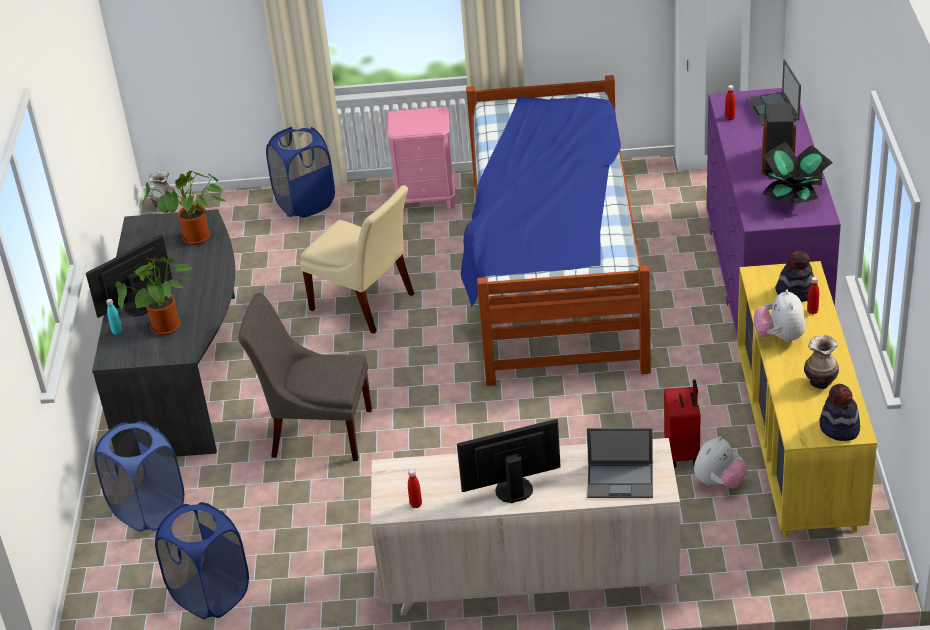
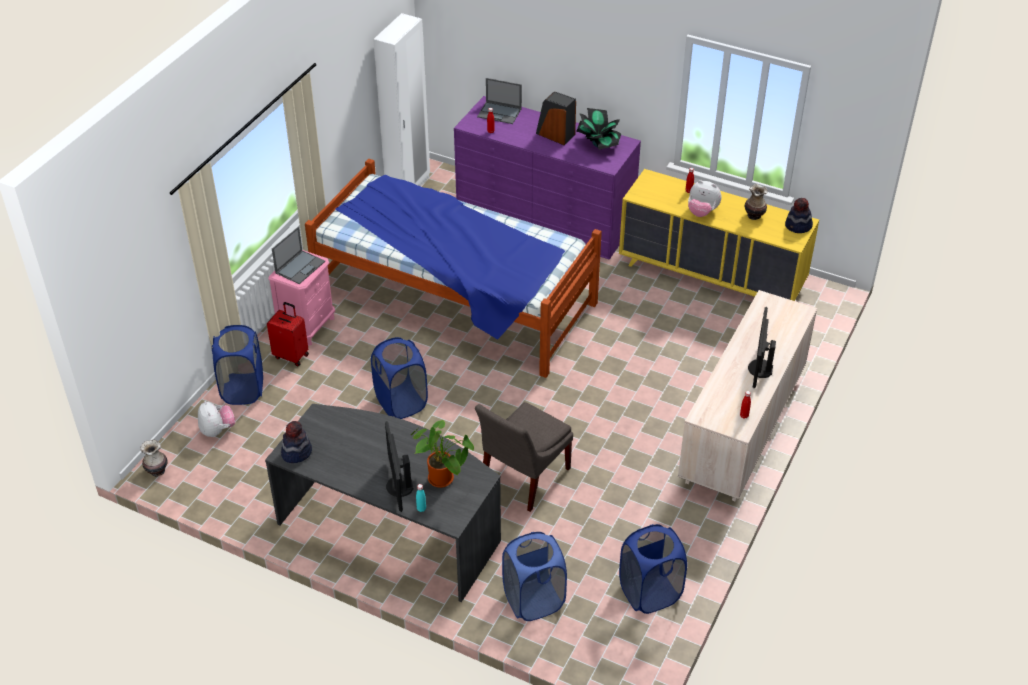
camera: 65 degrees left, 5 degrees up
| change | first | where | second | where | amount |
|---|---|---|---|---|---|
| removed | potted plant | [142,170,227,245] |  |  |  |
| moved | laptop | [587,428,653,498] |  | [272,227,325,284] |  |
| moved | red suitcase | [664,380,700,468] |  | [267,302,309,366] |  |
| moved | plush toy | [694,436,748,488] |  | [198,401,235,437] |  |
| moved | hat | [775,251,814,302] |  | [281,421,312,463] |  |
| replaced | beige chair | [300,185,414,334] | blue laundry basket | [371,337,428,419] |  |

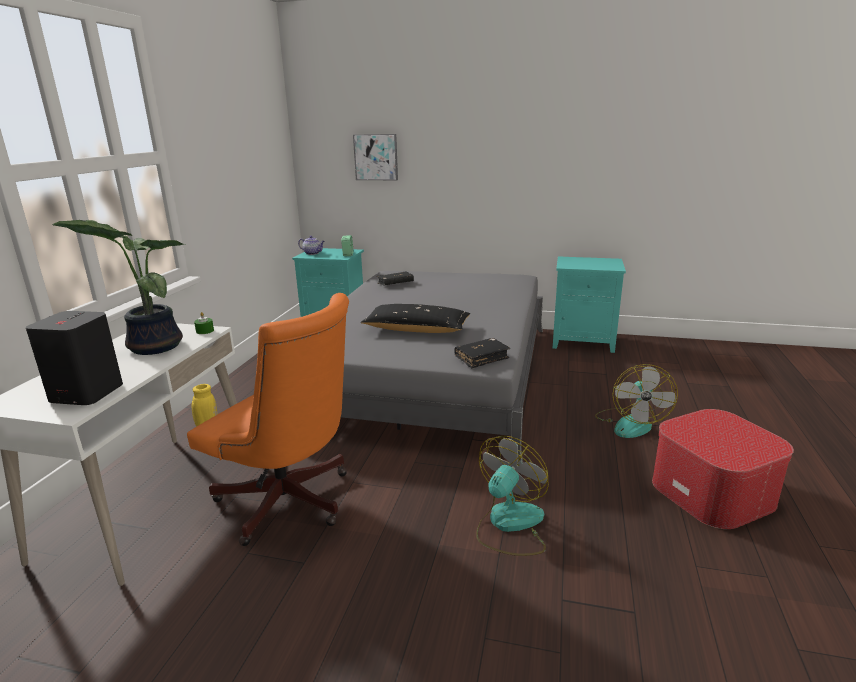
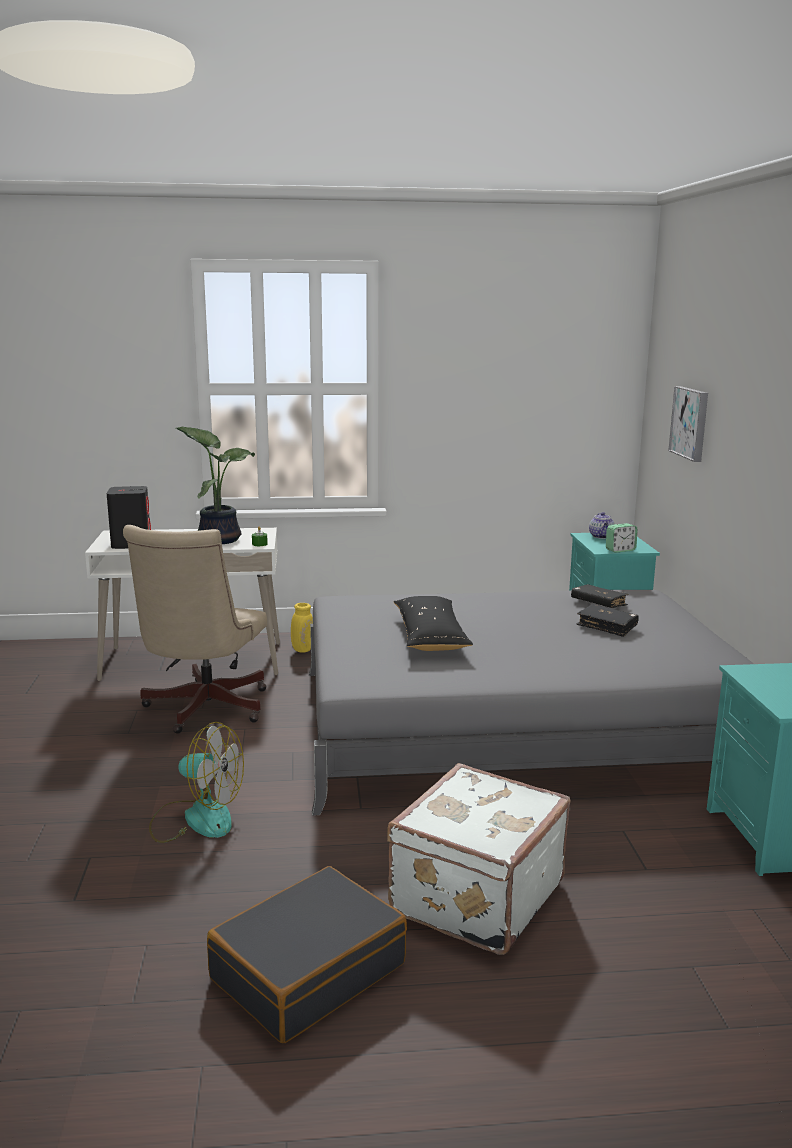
camera: 70 degrees right, 5 degrees down
| change | first | where | second | where | amount |
|---|---|---|---|---|---|
| moved | black book | [454,338,510,368] |  | [577,604,639,637] |  |
| replaced | fan | [595,364,678,438] | white suitcase | [387,763,571,955] |  |
| replaced | ottoman | [652,409,794,529] | black suitcase | [207,866,407,1043] |  |
| recoloured | orange office chair | [187,293,349,546] | beige office chair | [123,525,267,734] |  |

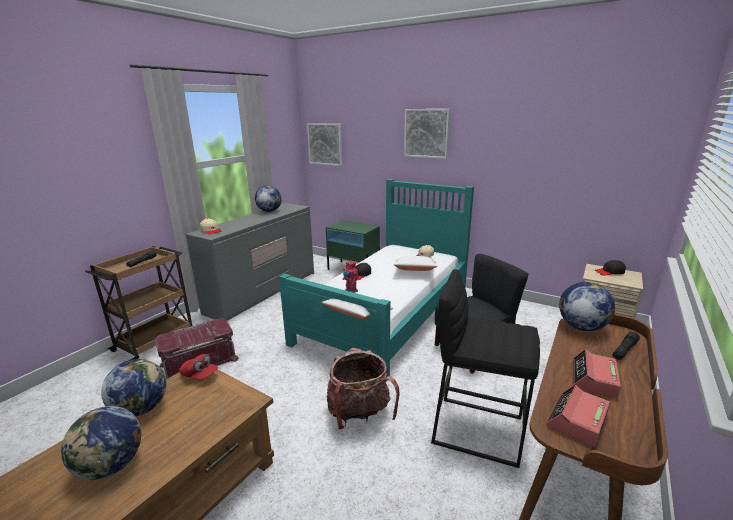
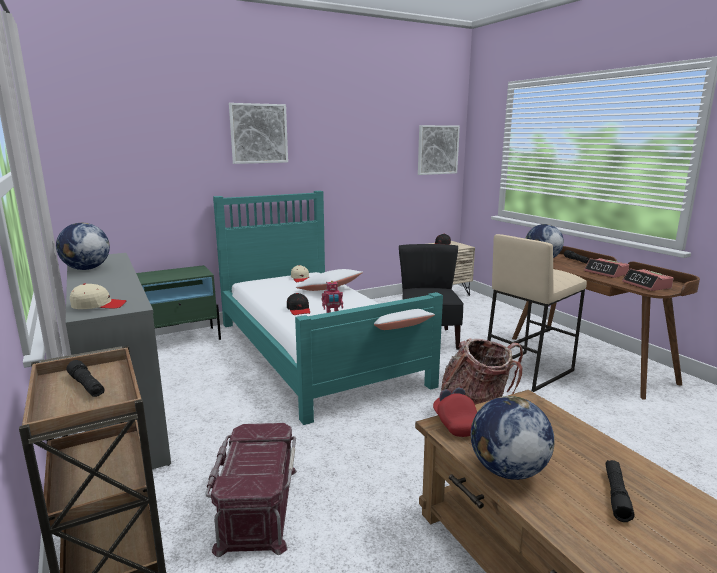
camera: 60 degrees left, 5 degrees down
| change | first | where | second | where | amount |
|---|---|---|---|---|---|
| moved | picture | [307,123,342,166] |  | [418,125,460,175] |  |
| replaced | globe | [61,406,141,480] | black flashlight | [606,460,635,522] |  |
| recoloured | black stool | [431,269,540,468] | beige stool | [487,234,587,392] |  |
| turned | red cap | [179,354,218,380] |  | [433,388,477,437] | 75 degrees counterclockwise |

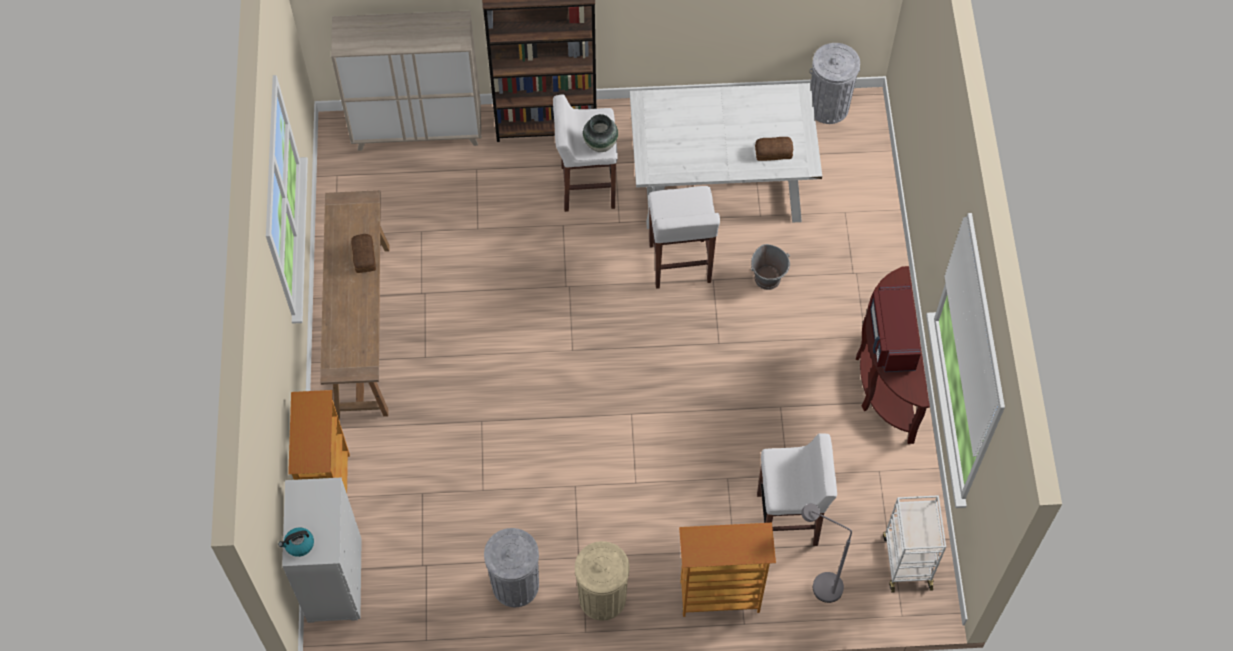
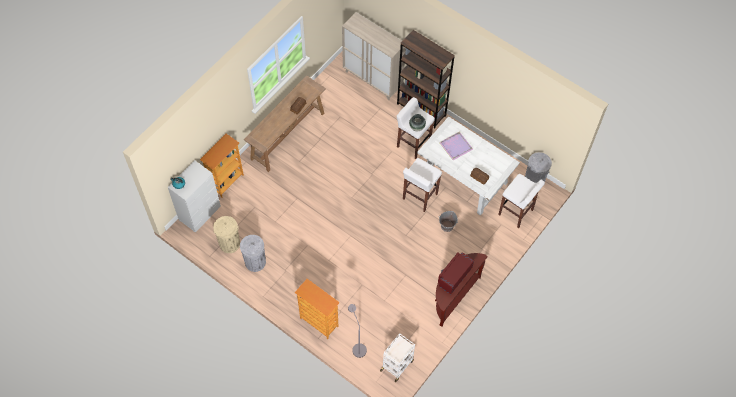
camera: 40 degrees right, 0 degrees up
| change | first | where | second | where | amount |
|---|---|---|---|---|---|
| added |  |  | purple tray | [439,132,473,160] |  |
| moved | beige trash can | [575,541,629,621] |  | [213,216,240,253] |  |
| moved | white stool | [757,433,837,546] |  | [498,174,545,228] |  |

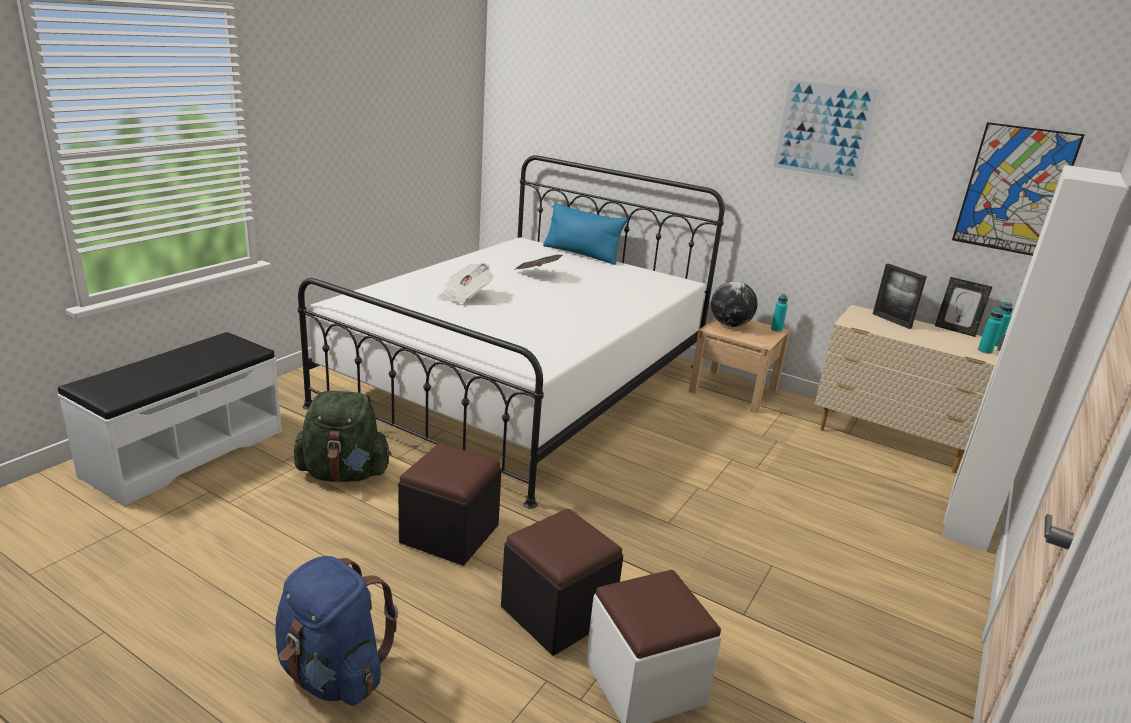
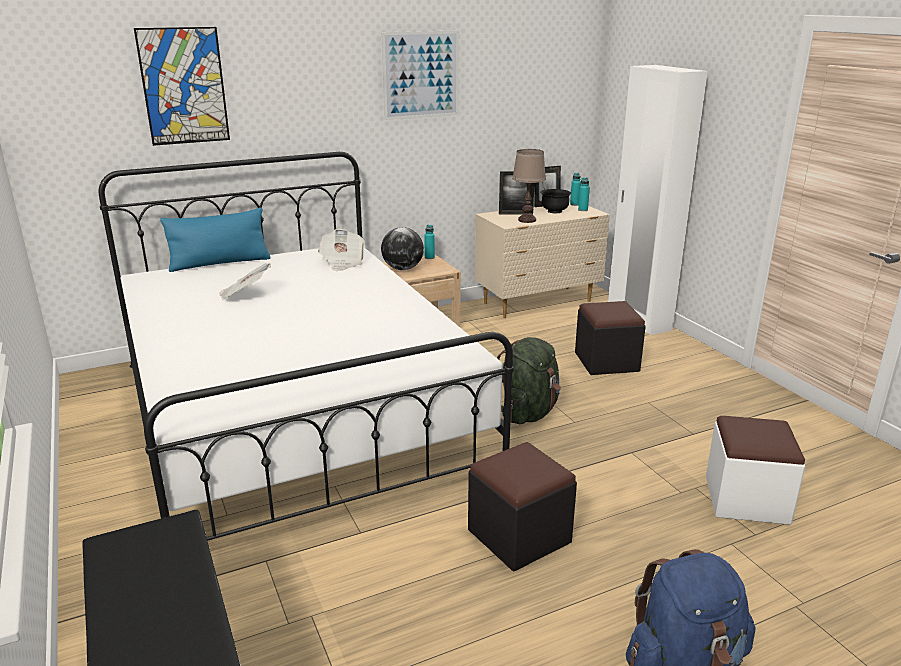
camera: 55 degrees left, 0 degrees up
| change | first | where | second | where | amount |
|---|---|---|---|---|---|
| added |  |  | brown table lamp | [512,149,546,223] |  |
| added |  |  | black bowl | [540,189,571,213] |  |
| moved | green backpack | [294,391,391,483] |  | [497,337,561,424] |  |
| moved | newspaper | [438,263,493,303] |  | [318,229,365,271] |  |
| moved | black ottoman | [501,509,623,656] |  | [575,301,646,375] |  |
| moved | picture | [952,122,1085,256] |  | [134,27,230,146] |  |

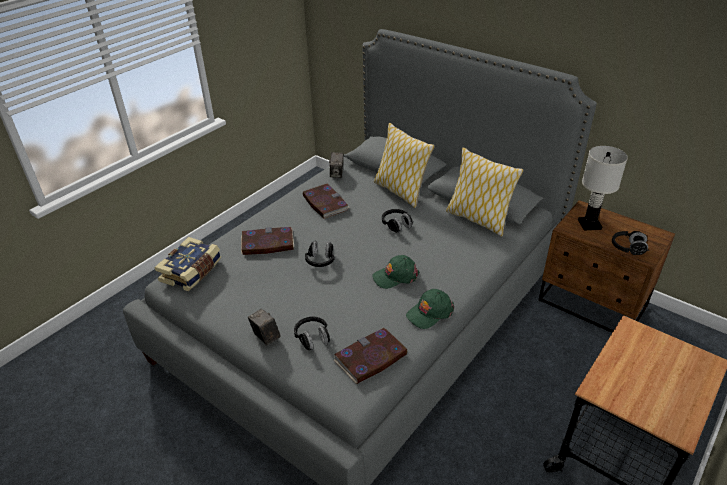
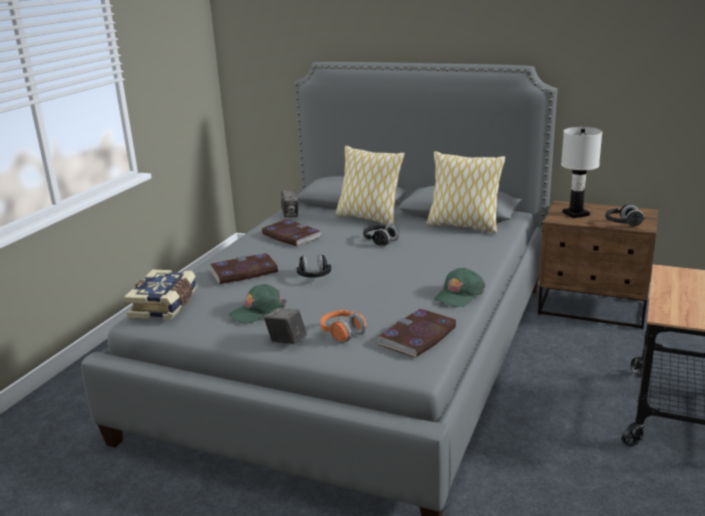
camera: 15 degrees left, 15 degrees down
| change | first | where | second | where | amount |
|---|---|---|---|---|---|
| moved | green cap | [372,255,419,289] |  | [229,284,287,324] |  |
| recoloured | black headphones | [294,317,330,351] | orange headphones | [320,310,367,341] |  |

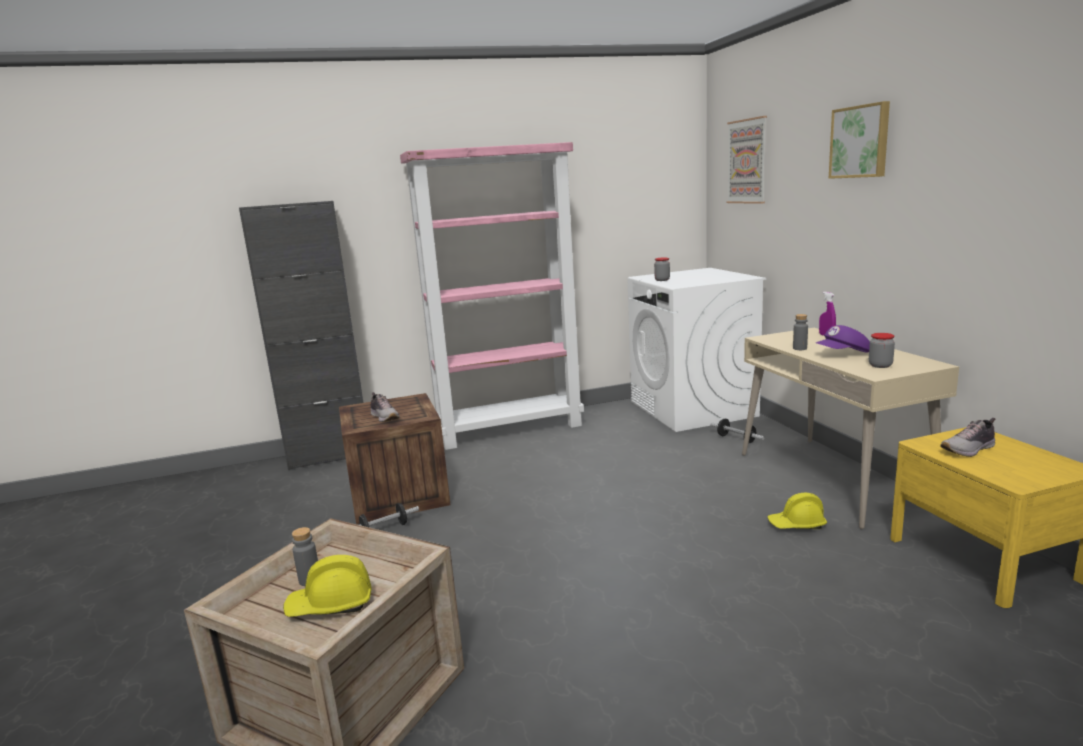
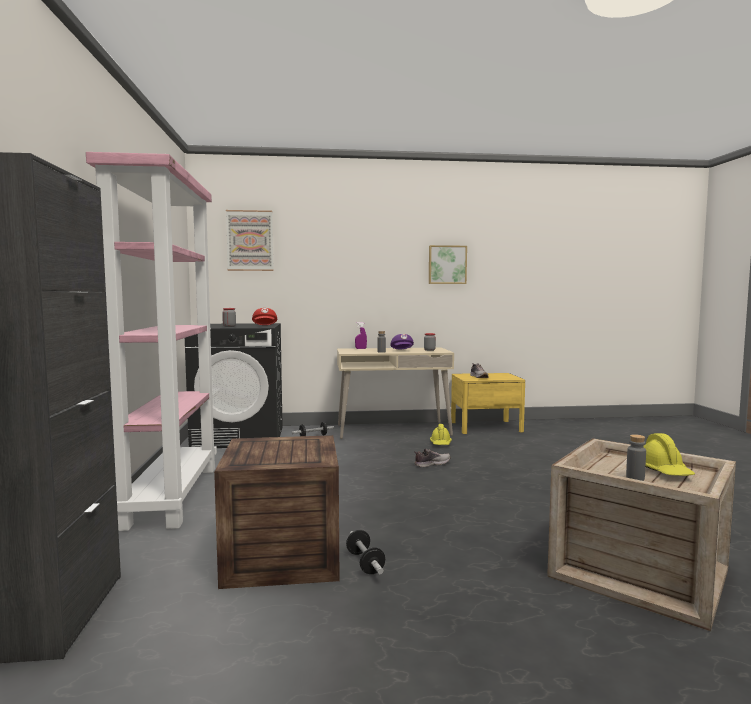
camera: 80 degrees left, 10 degrees down
| change | first | where | second | where | amount |
|---|---|---|---|---|---|
| added |  |  | red cap | [252,308,277,325] |  |
| moved | shoe | [371,392,400,422] |  | [414,449,450,467] |  |
| moved | picture | [829,101,890,179] |  | [429,245,467,284] |  |
| recoloured | white washing machine | [627,268,766,432] | black washing machine | [185,323,283,448] |  |

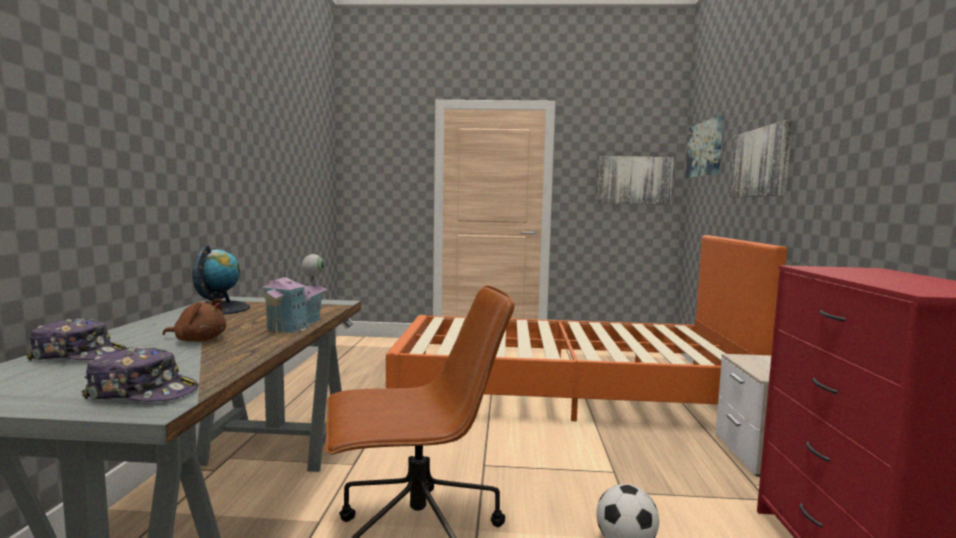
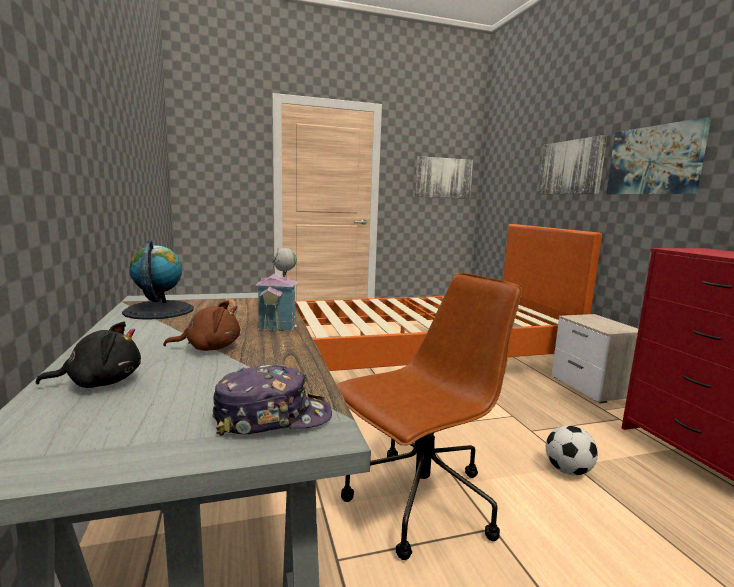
camera: 20 degrees left, 5 degrees up
| change | first | where | second | where | amount |
|---|---|---|---|---|---|
| moved | picture | [686,115,724,178] |  | [606,117,711,194] |  |
| replaced | cap | [26,319,127,361] | black plush toy | [35,322,141,388] |  |

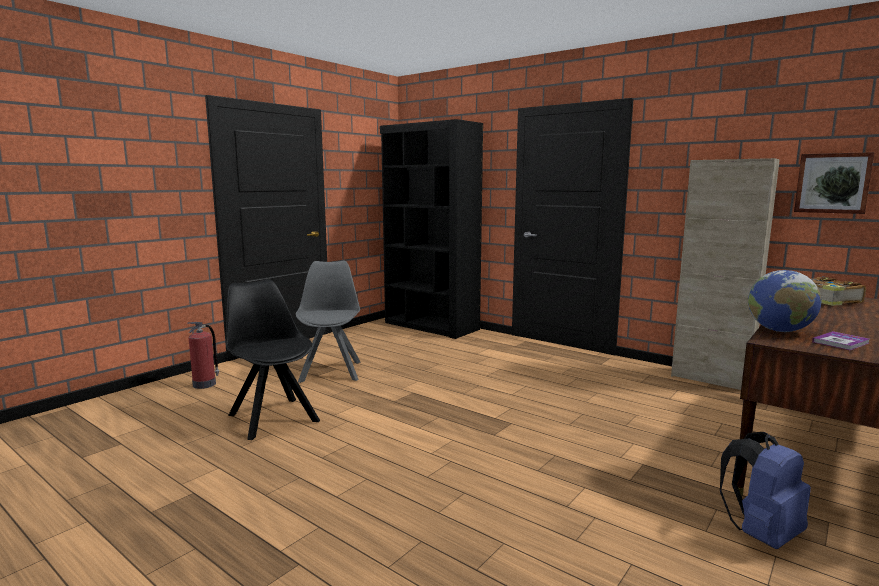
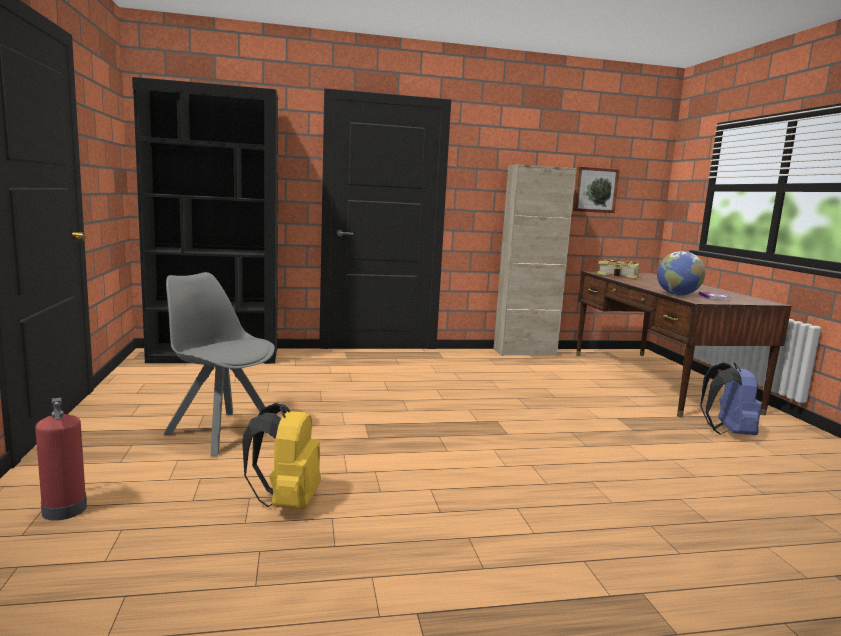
camera: 50 degrees left, 0 degrees up
| change | first | where | second | where | amount |
|---|---|---|---|---|---|
| replaced | black chair | [225,279,320,440] | yellow backpack | [242,403,321,509] |  |

